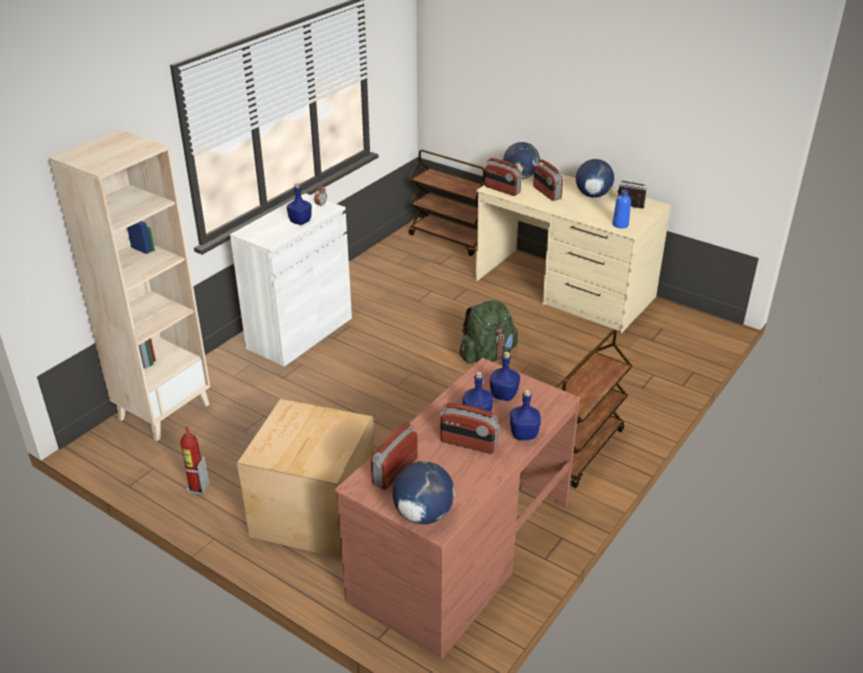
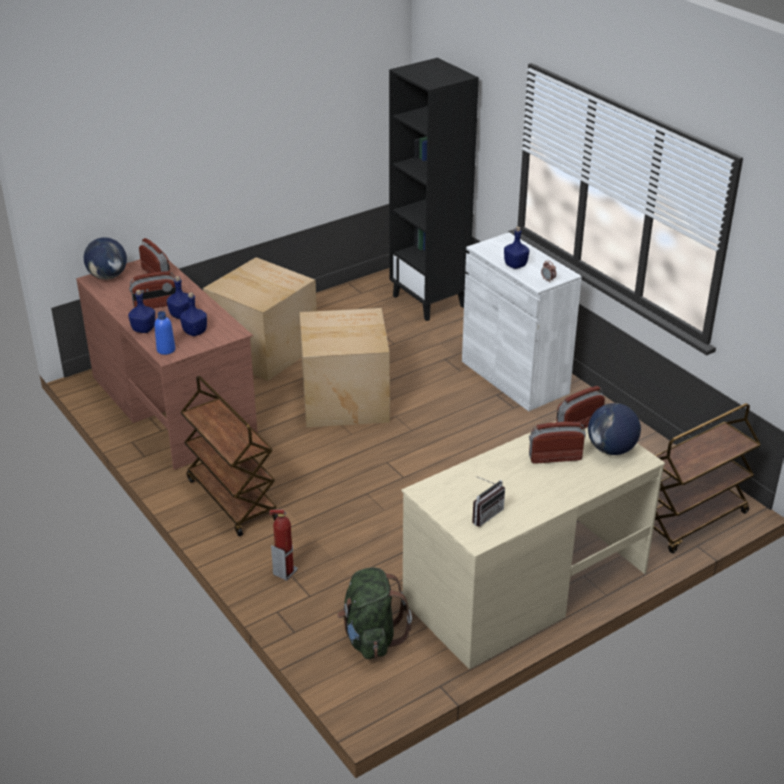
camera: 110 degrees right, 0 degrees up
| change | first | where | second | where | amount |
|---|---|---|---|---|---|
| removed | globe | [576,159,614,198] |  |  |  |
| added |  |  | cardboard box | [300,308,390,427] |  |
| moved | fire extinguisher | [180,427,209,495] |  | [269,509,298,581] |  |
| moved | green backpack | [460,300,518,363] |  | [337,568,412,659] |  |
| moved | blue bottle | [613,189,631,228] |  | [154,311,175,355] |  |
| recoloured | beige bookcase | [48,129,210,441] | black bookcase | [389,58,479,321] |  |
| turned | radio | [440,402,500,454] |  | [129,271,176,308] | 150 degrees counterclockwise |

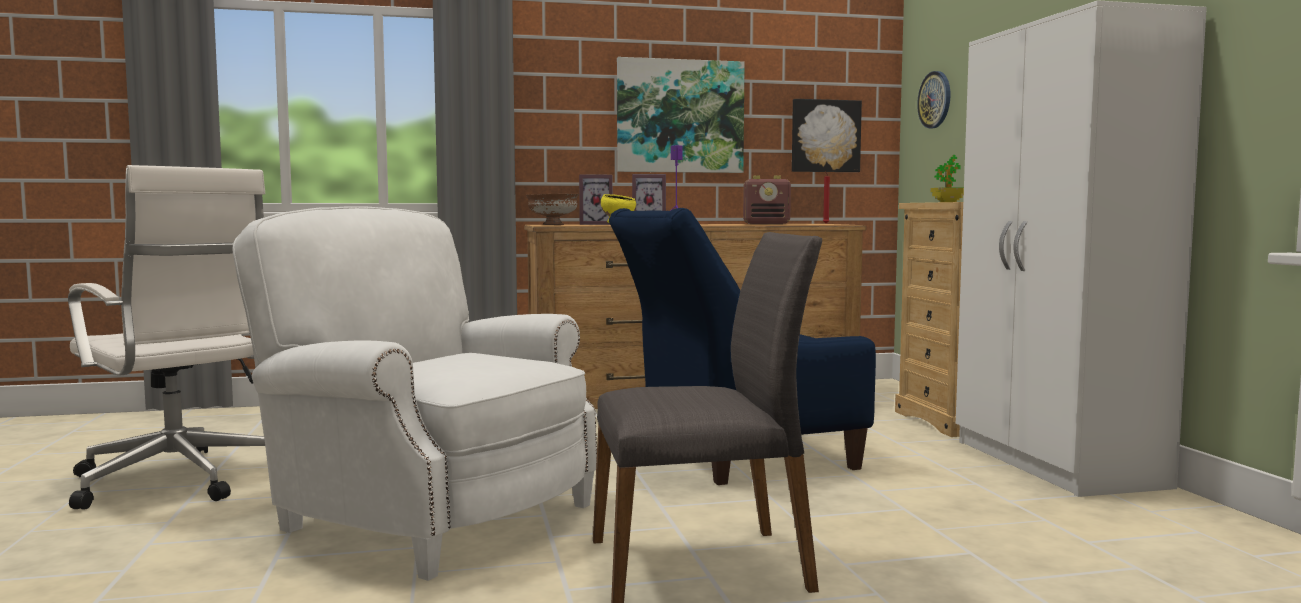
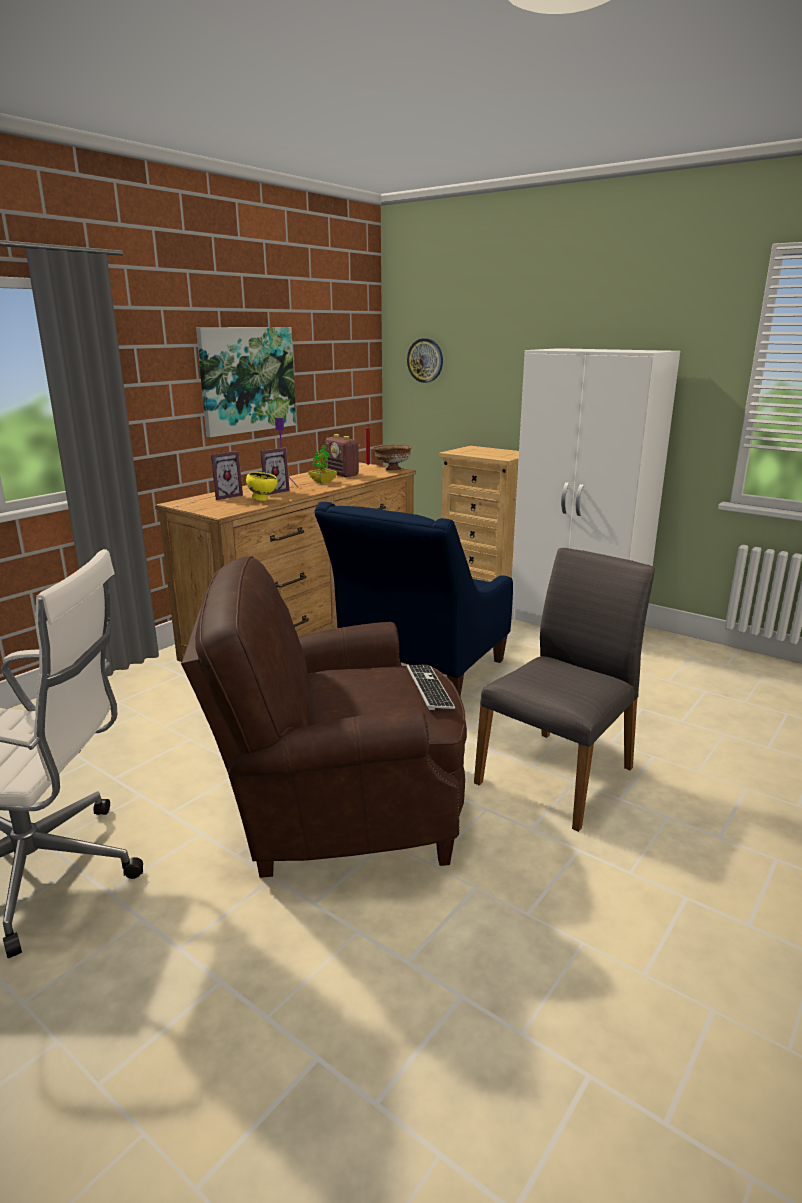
camera: 40 degrees left, 15 degrees up
| change | first | where | second | where | amount |
|---|---|---|---|---|---|
| removed | picture | [792,99,862,172] |  |  |  |
| added |  |  | keyboard | [407,665,455,710] |  |
| moved | brown bowl | [526,194,579,225] |  | [373,445,412,470] |  |
| moved | potted plant | [930,155,964,202] |  | [308,445,337,483] |  |
| recoloured | white armchair | [232,206,597,581] | brown armchair | [181,556,467,878] |  |
| turned | radio | [743,176,791,224] |  | [325,434,360,477] | 90 degrees clockwise |

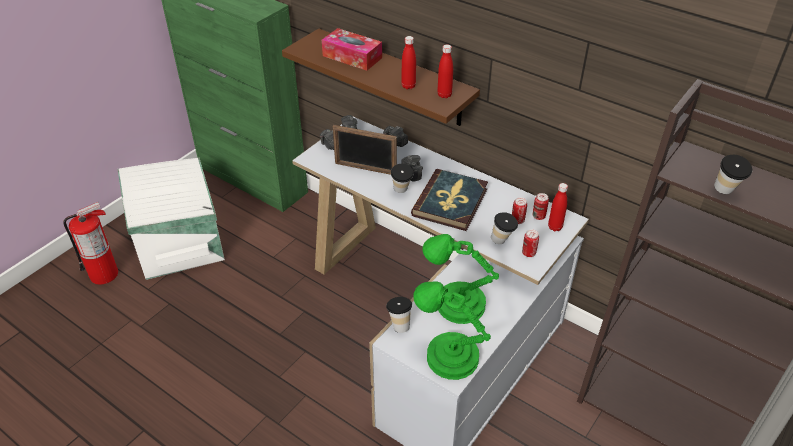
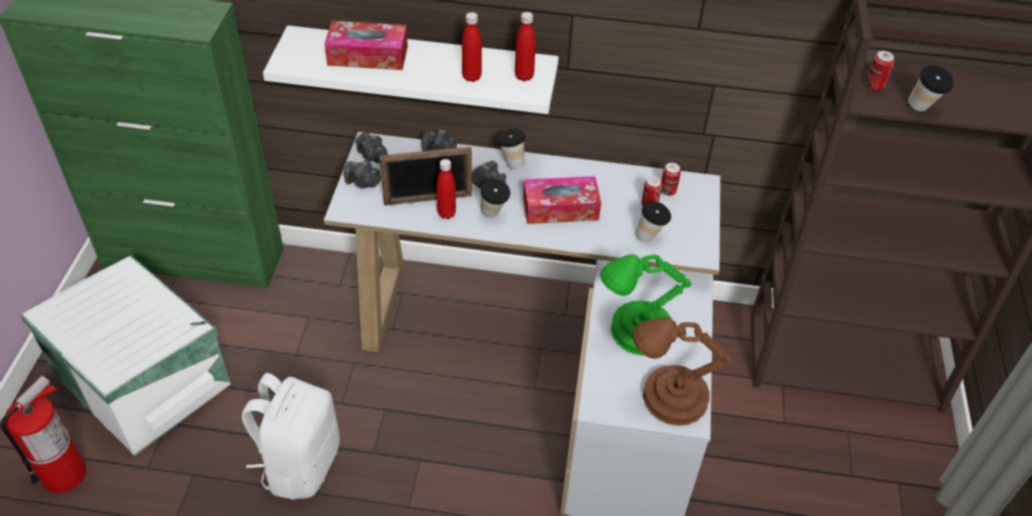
camera: 30 degrees left, 5 degrees up
| change | first | where | second | where | amount |
|---|---|---|---|---|---|
| added |  |  | white backpack | [242,373,340,500] |  |
| moved | cup | [386,297,412,333] |  | [497,129,525,169] |  |
| moved | can | [522,229,539,257] |  | [866,51,894,91] |  |
| moved | red bottle | [548,183,568,232] |  | [437,159,456,219] |  |
| replaced | book | [411,169,488,231] | tissue box | [523,176,601,224] |  |
| recoloured | brown shelf | [282,28,480,126] | white shelf | [263,25,559,114] |  |
| recoloured | green table lamp | [413,281,491,380] | brown table lamp | [632,317,733,426] |  |

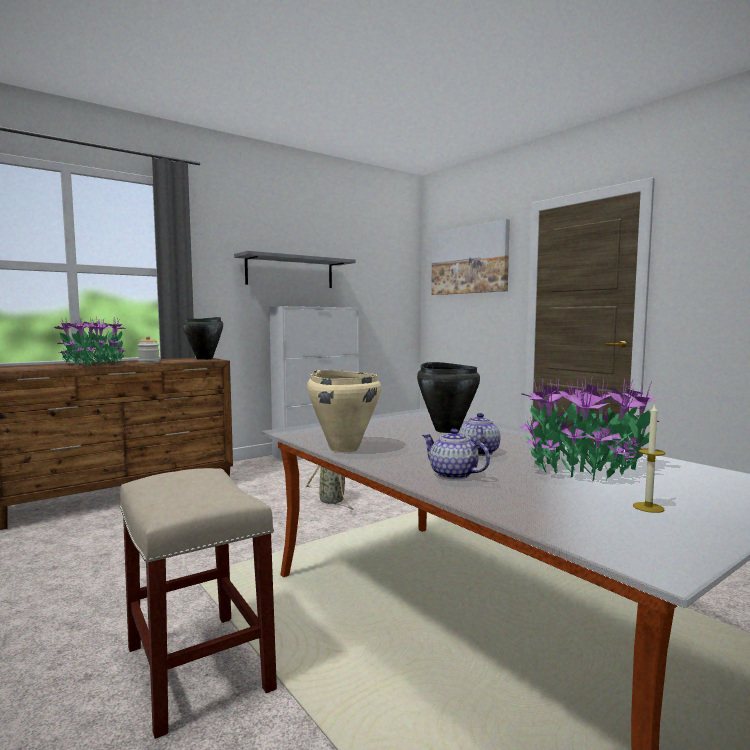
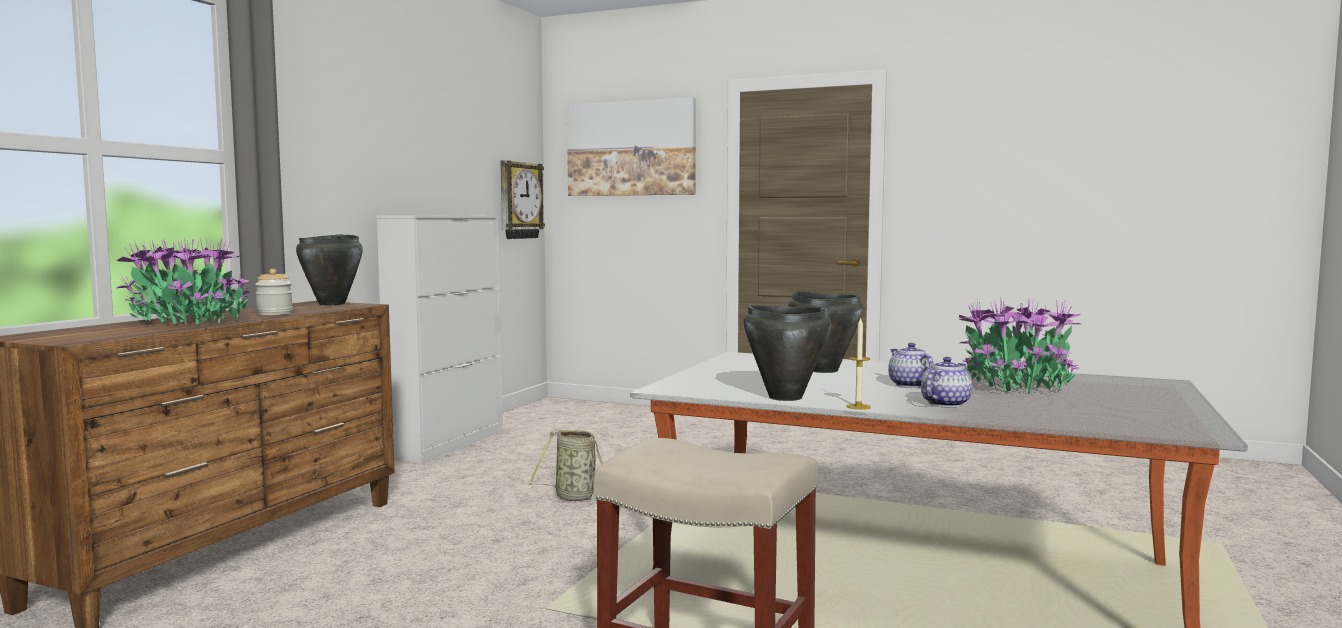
camera: 30 degrees left, 0 degrees up
| change | first | where | second | where | amount |
|---|---|---|---|---|---|
| removed | grey shelf | [234,251,356,288] |  |  |  |
| added |  |  | wall clock | [500,160,545,239] |  |
| moved | candle | [633,403,665,513] |  | [846,317,871,410] |  |
| recoloured | beige cooking pot | [307,370,381,453] | black cooking pot | [743,305,831,401] |  |
| turned | teapot | [422,429,490,480] |  | [921,357,972,407] | 120 degrees clockwise |

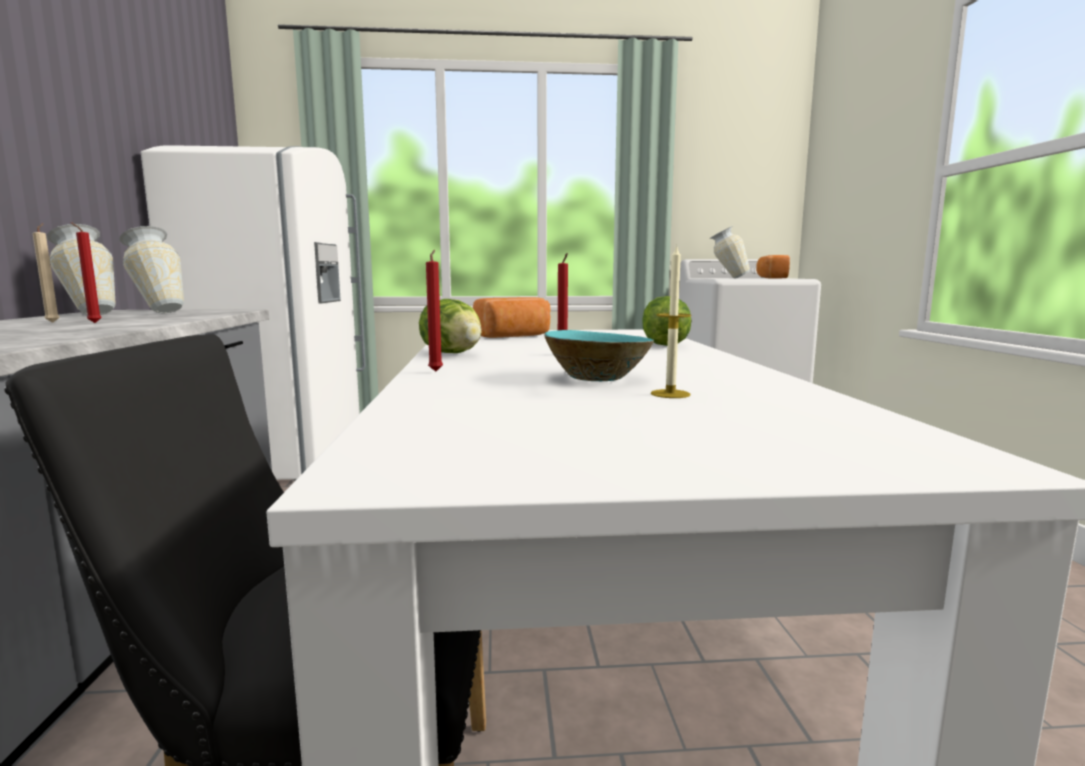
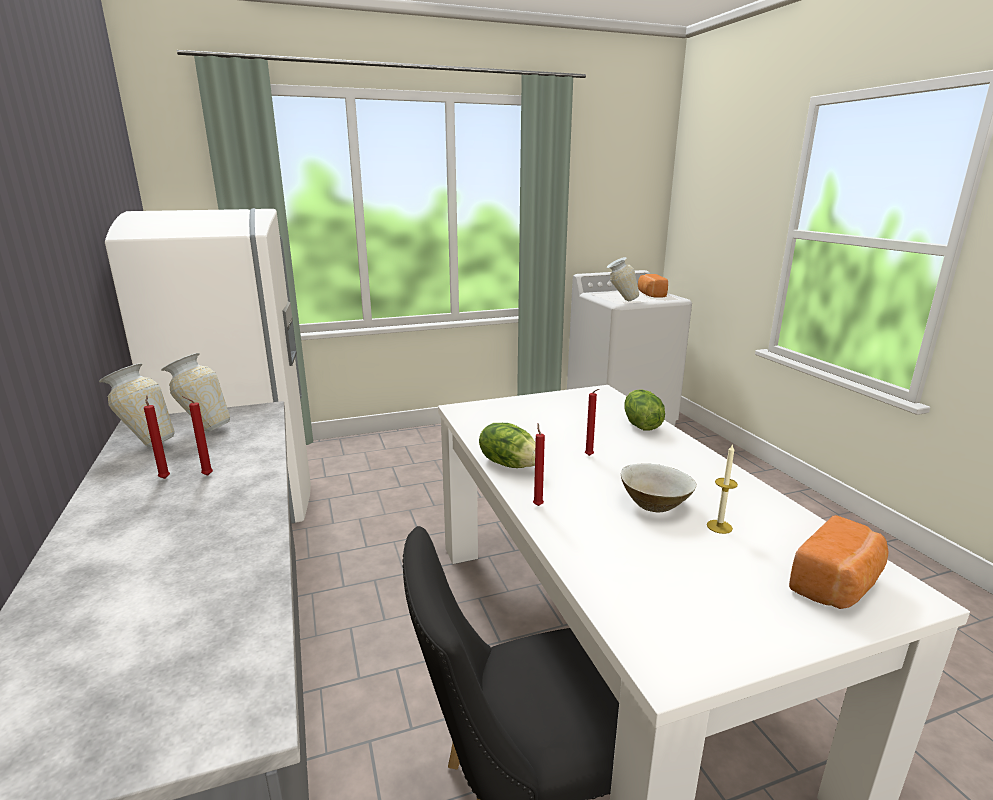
camera: 15 degrees left, 10 degrees up
| change | first | where | second | where | amount |
|---|---|---|---|---|---|
| moved | bread | [473,297,551,338] |  | [789,515,889,609] |  |
| recoloured | beige candle | [32,223,60,323] | red candle | [144,395,170,479] |  |
| recoloured | turquoise bowl | [544,330,654,381] | beige bowl | [621,463,696,512] |  |

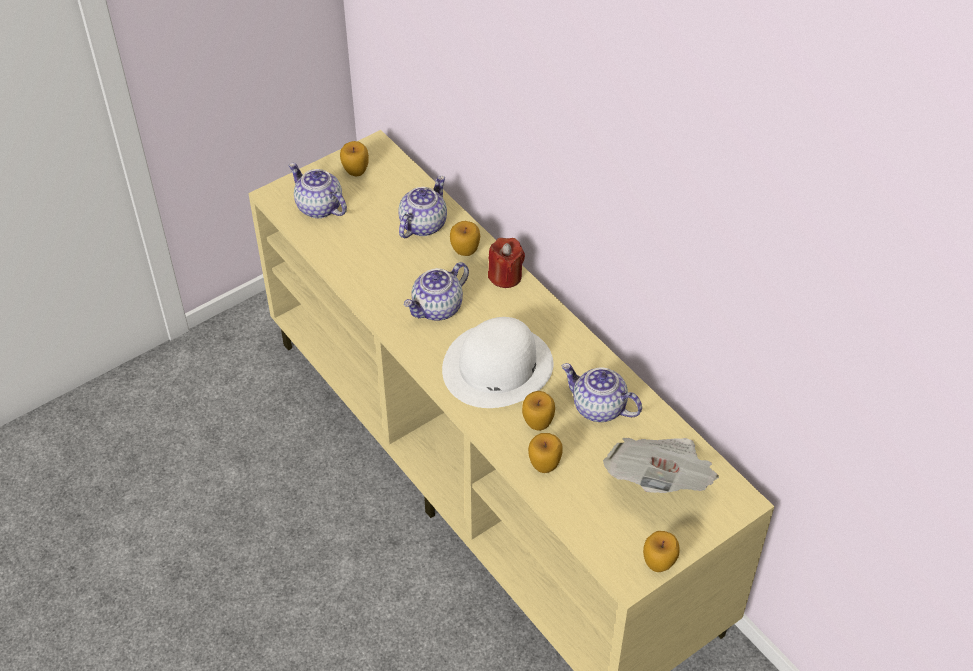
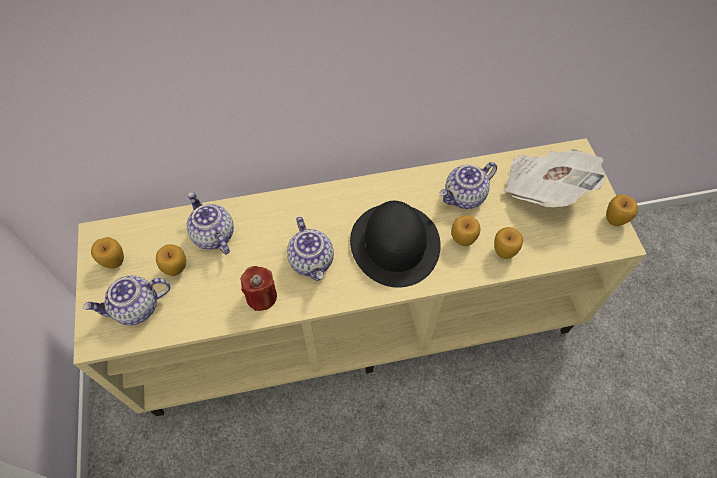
camera: 65 degrees left, 10 degrees up
| change | first | where | second | where | amount |
|---|---|---|---|---|---|
| moved | apple | [450,221,480,256] |  | [156,244,186,276] |  |
| moved | red candle | [488,238,525,288] |  | [240,266,277,311] |  |
| recoloured | white hat | [442,317,553,408] | black hat | [350,201,441,288] |  |

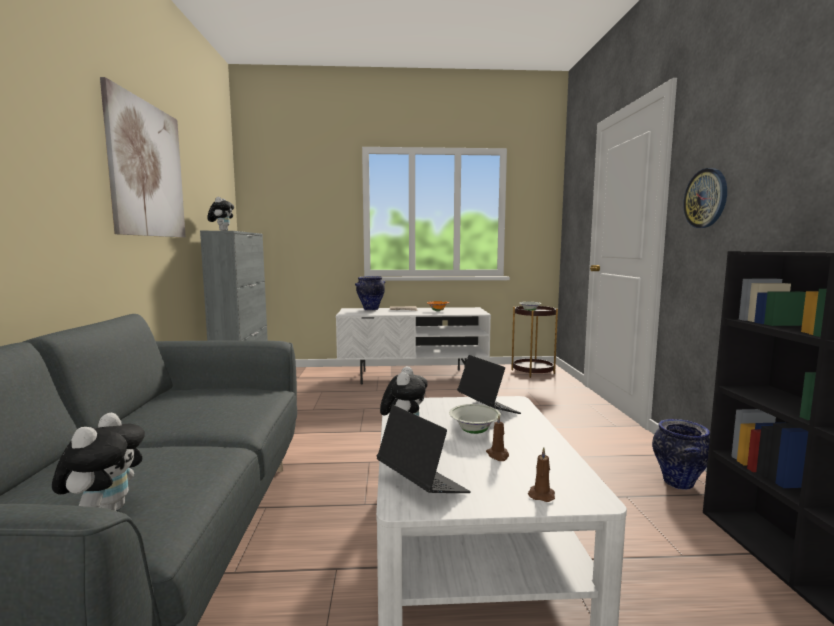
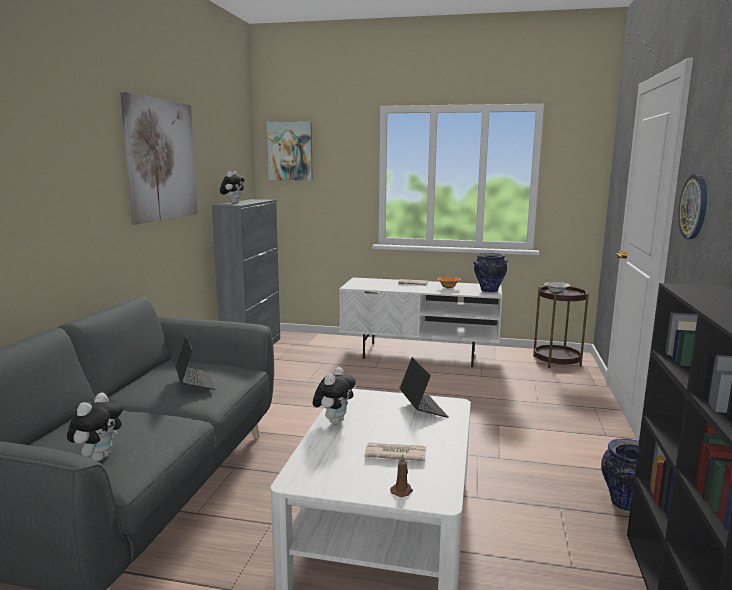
camera: 15 degrees right, 5 degrees up
| change | first | where | second | where | amount |
|---|---|---|---|---|---|
| removed | white bowl | [449,404,501,434] |  |  |  |
| added |  |  | picture | [267,122,313,181] |  |
| moved | vase | [355,276,385,310] |  | [473,253,508,293] |  |
| moved | laptop | [377,405,471,493] |  | [175,336,215,390] |  |
| replaced | brown candle | [486,415,509,461] | newspaper | [364,442,426,461] |  |

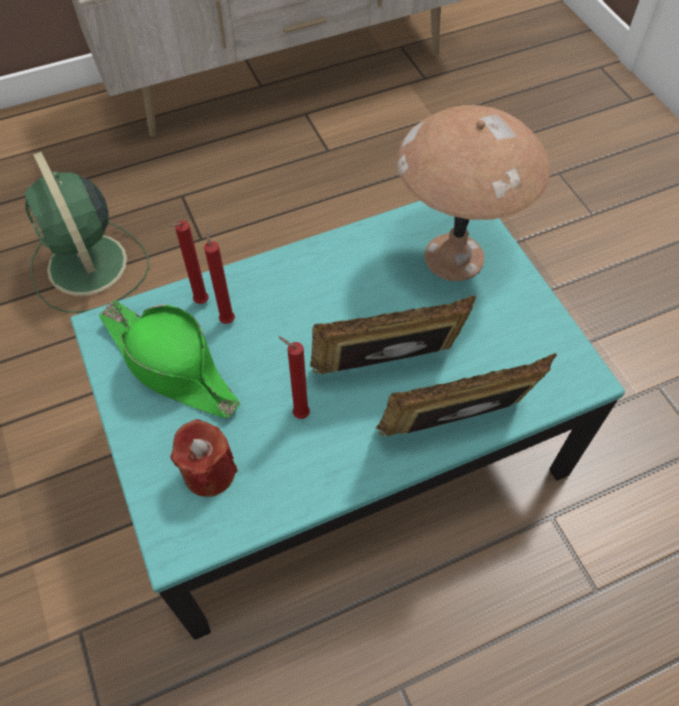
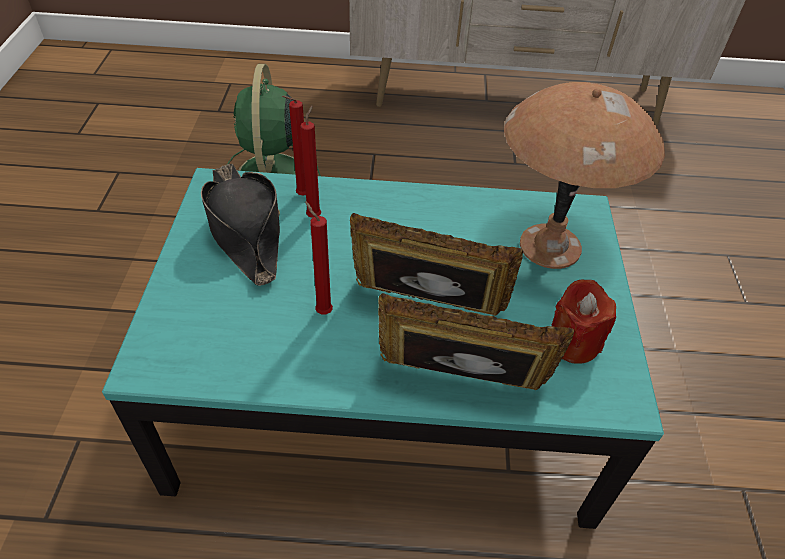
camera: 25 degrees right, 10 degrees down
| change | first | where | second | where | amount |
|---|---|---|---|---|---|
| moved | red candle | [170,419,238,497] |  | [551,279,616,364] |  |
| recoloured | green hat | [99,300,240,418] | black hat | [201,164,280,286] |  |

